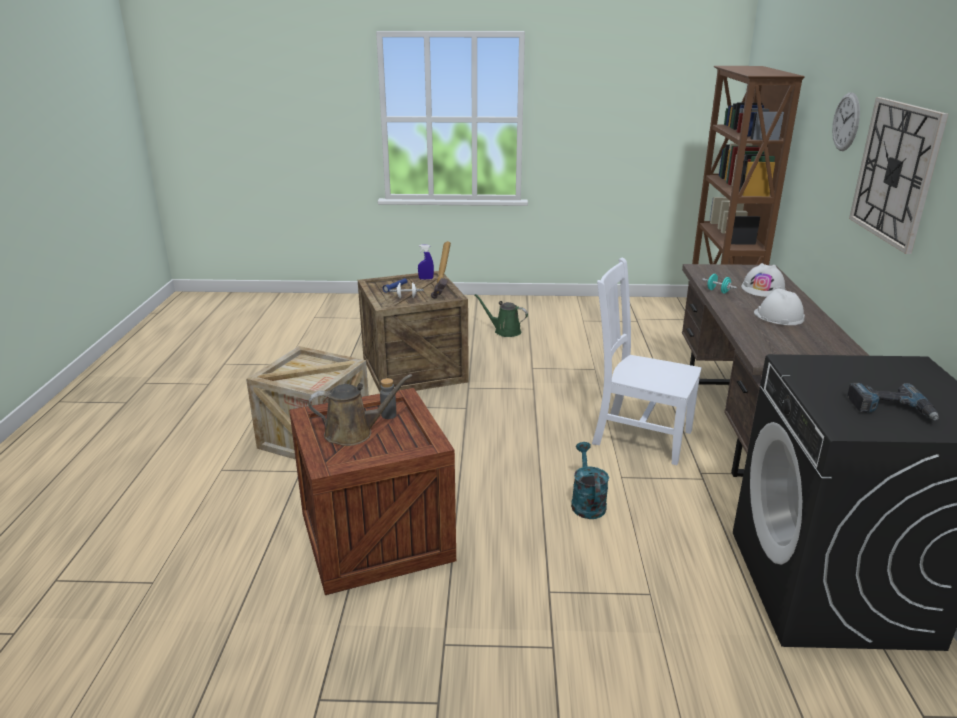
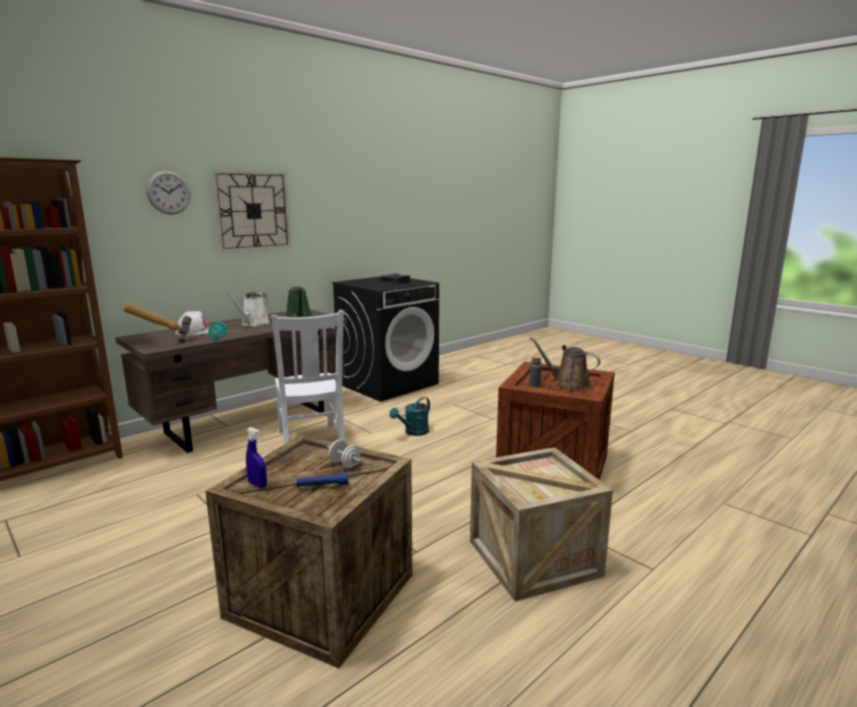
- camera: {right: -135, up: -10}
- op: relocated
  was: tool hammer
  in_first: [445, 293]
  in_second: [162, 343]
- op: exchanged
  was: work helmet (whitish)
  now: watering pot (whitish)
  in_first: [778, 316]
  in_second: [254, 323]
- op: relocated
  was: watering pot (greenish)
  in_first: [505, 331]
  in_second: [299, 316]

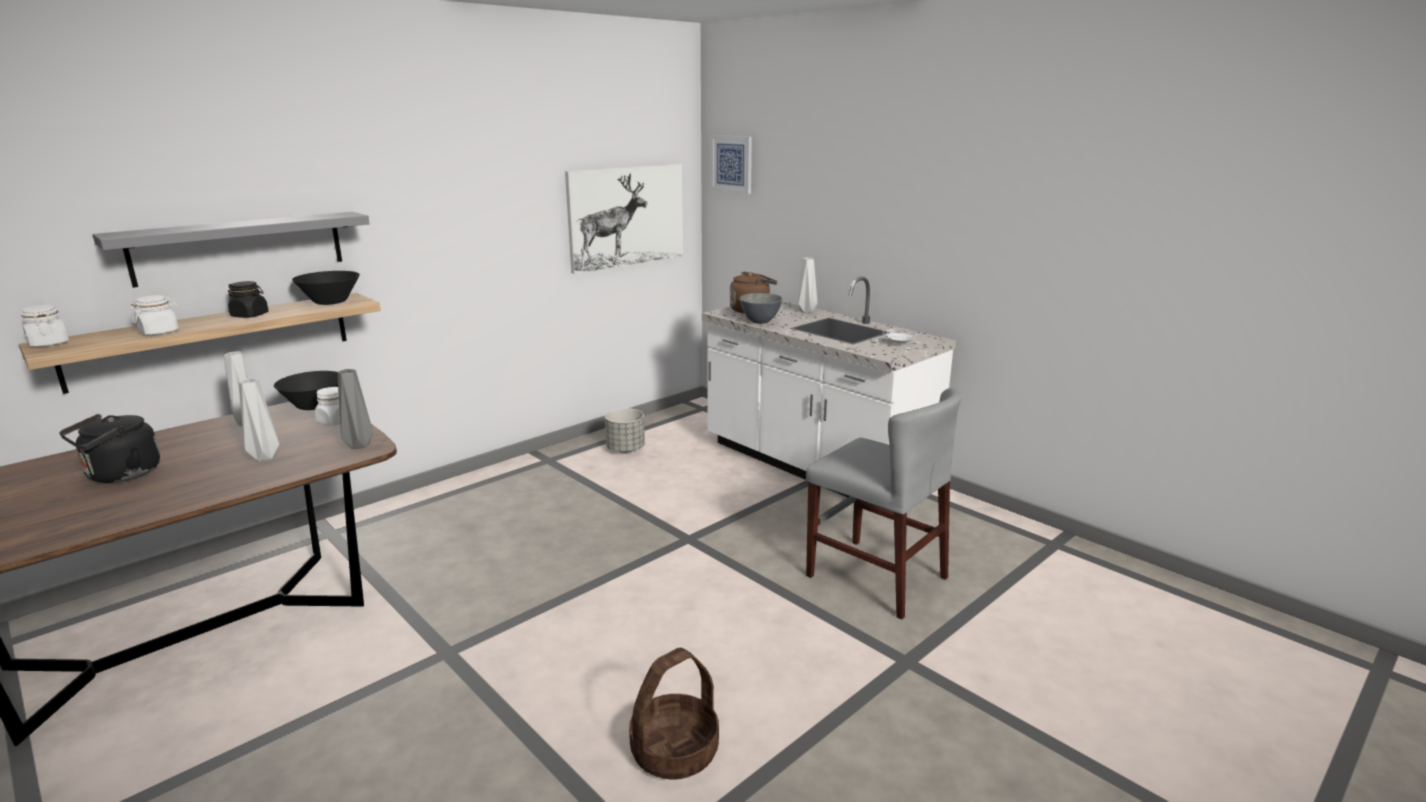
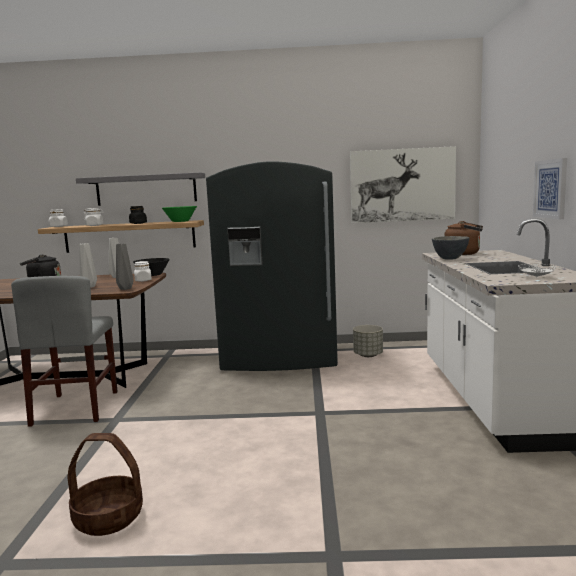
- camera: {right: 45, up: -10}
- op: relocated
  was: wall picture
  in_first: [732, 164]
  in_second: [551, 189]
- op: missing
  was: decorative vase (greyish)
  in_first: [806, 311]
- op: colour
  was: deep dish (black)
  now: deep dish (greenish)
  in_first: [330, 302]
  in_second: [180, 221]
- op: relocated
  was: upright chair (greyish)
  in_first: [876, 577]
  in_second: [76, 407]
- op: appeared
  now: fridge (greyish)
  in_second: [280, 358]

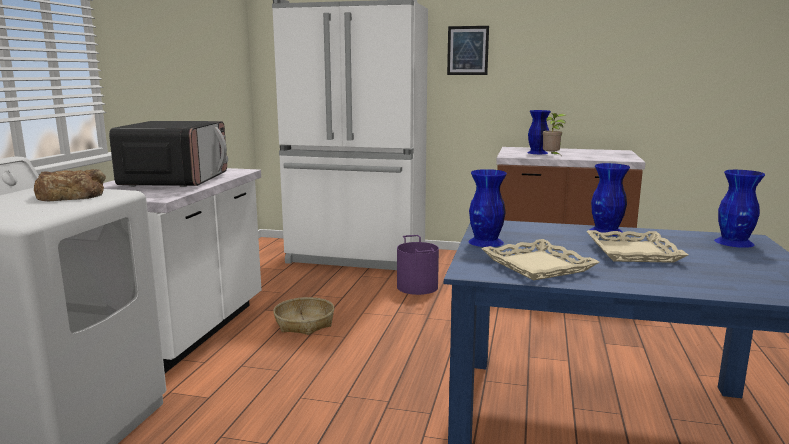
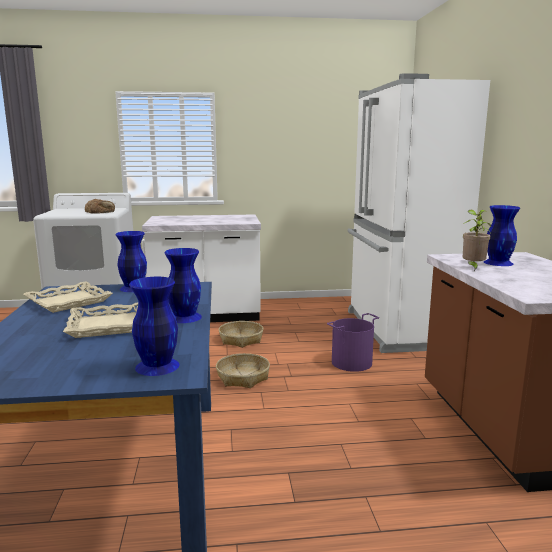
- camera: {right: 70, up: 0}
- op: missing
  was: wall picture
  in_first: [467, 50]
- op: missing
  was: microwave oven
  in_first: [176, 180]
- op: appeared
  now: basket
  in_second: [243, 377]

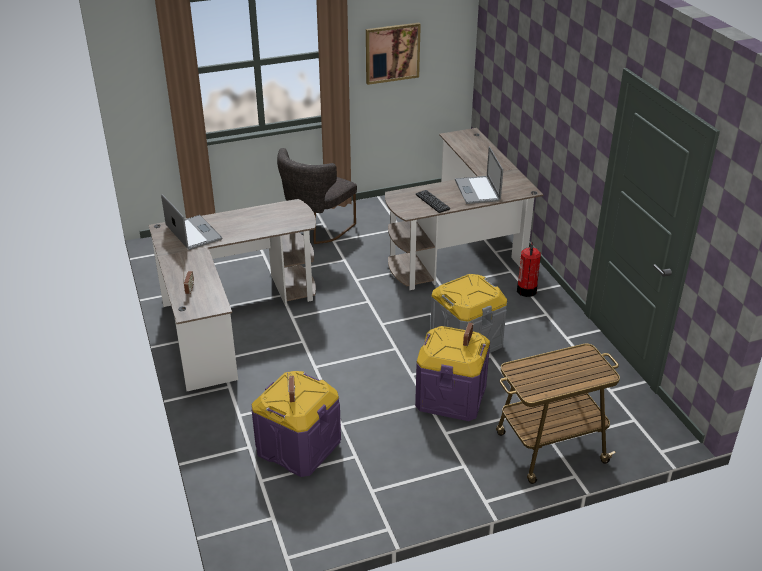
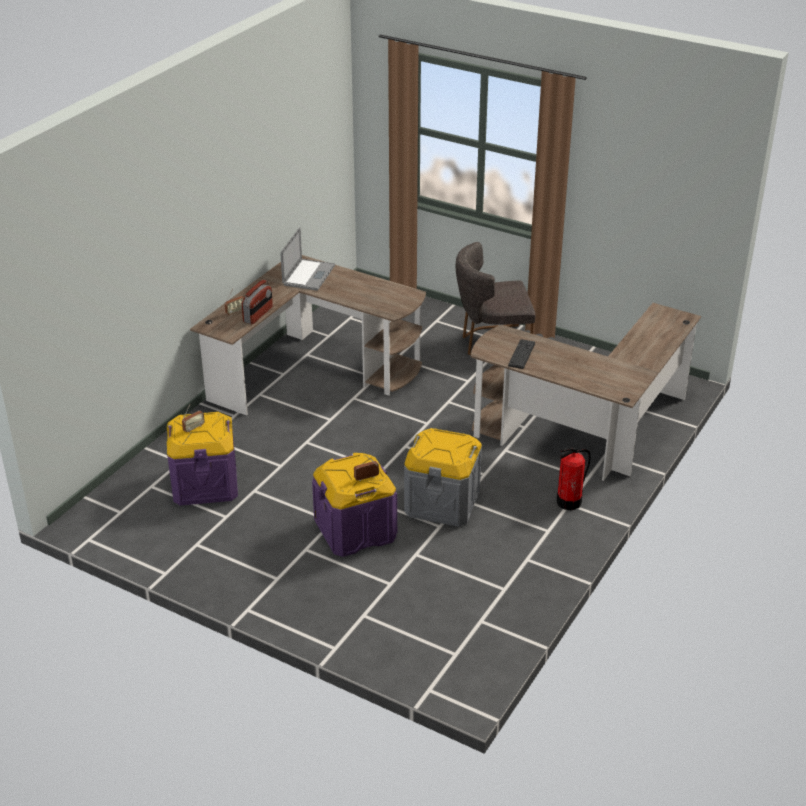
- camera: {right: 50, up: 0}
- op: missing
  was: wall picture
  in_first: [392, 53]
- op: missing
  was: notebook computer
  in_first: [477, 190]
- op: missing
  was: wheeled cart
  in_first: [549, 449]
- op: appeared
  now: radio receiver
  in_second: [258, 315]

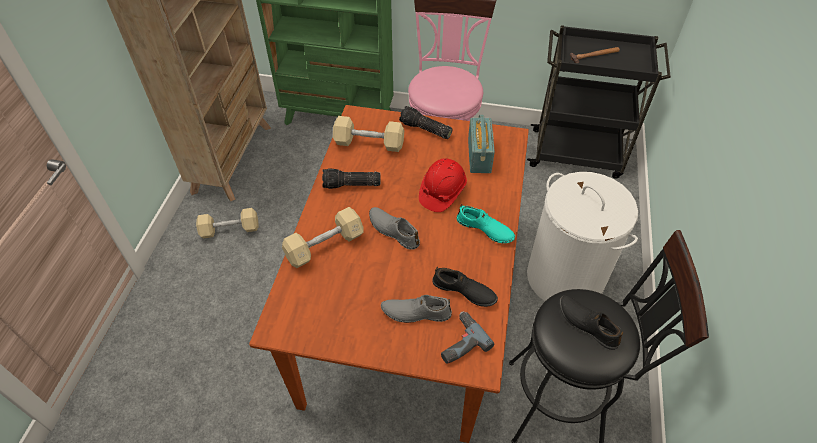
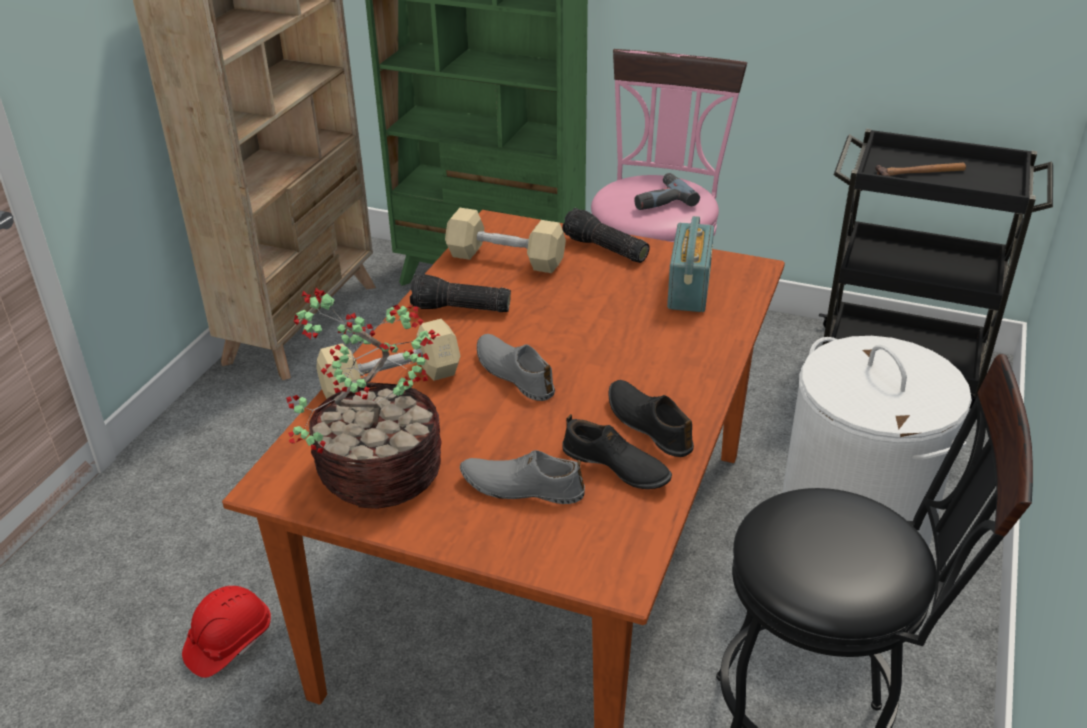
- camera: {right: 10, up: -15}
- op: relocated
  was: work helmet (red)
  in_first: [442, 192]
  in_second: [229, 642]
- op: missing
  was: item of footwear (turquoise)
  in_first: [485, 229]
- op: missing
  was: free weight (beige)
  in_first: [230, 229]
- op: relocated
  was: item of footwear (black)
  in_first: [587, 324]
  in_second: [649, 424]
- op: relocated
  was: power drill
  in_first: [459, 341]
  in_second: [659, 199]
- op: appeared
  now: plant in a pot
  in_second: [376, 473]

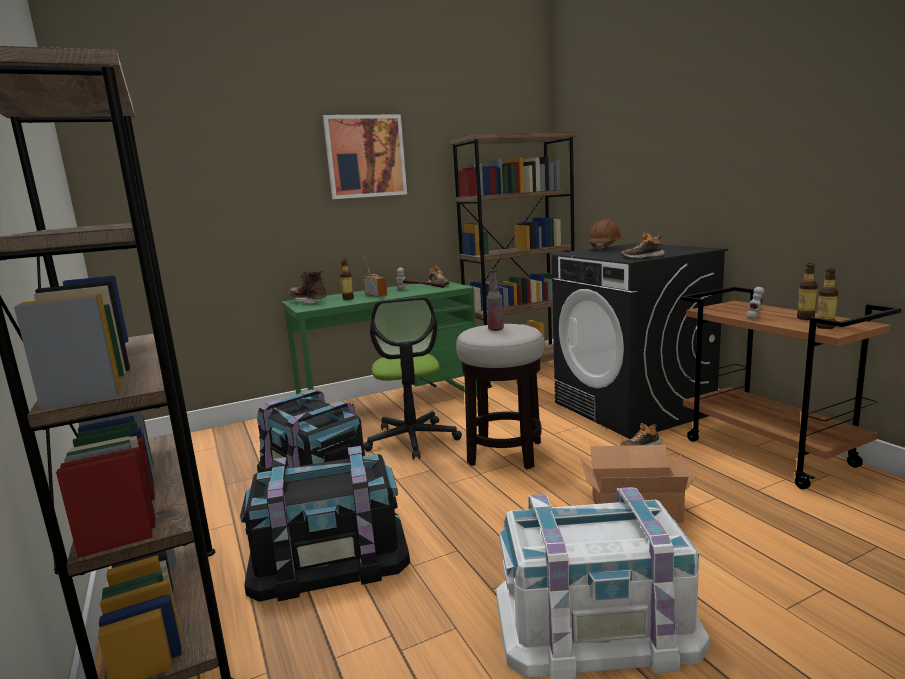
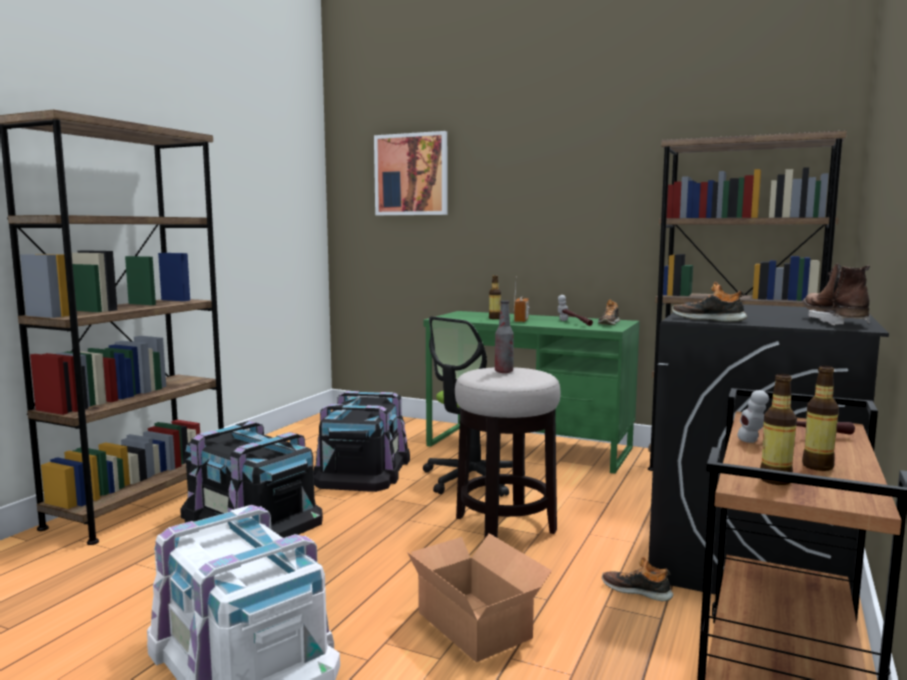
- camera: {right: 50, up: -5}
- op: relocated
  was: wall picture
  in_first: [365, 156]
  in_second: [411, 174]
- op: missing
  was: work helmet (brown)
  in_first: [604, 248]
- op: relocated
  was: boot (brown)
  in_first: [308, 302]
  in_second: [833, 322]

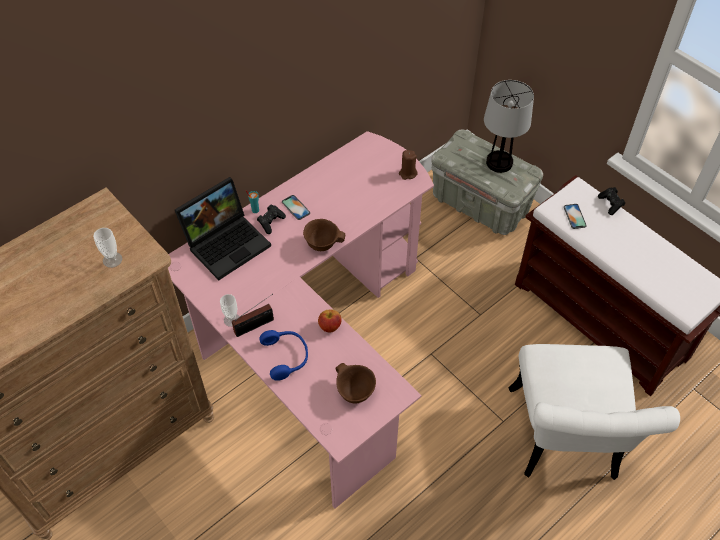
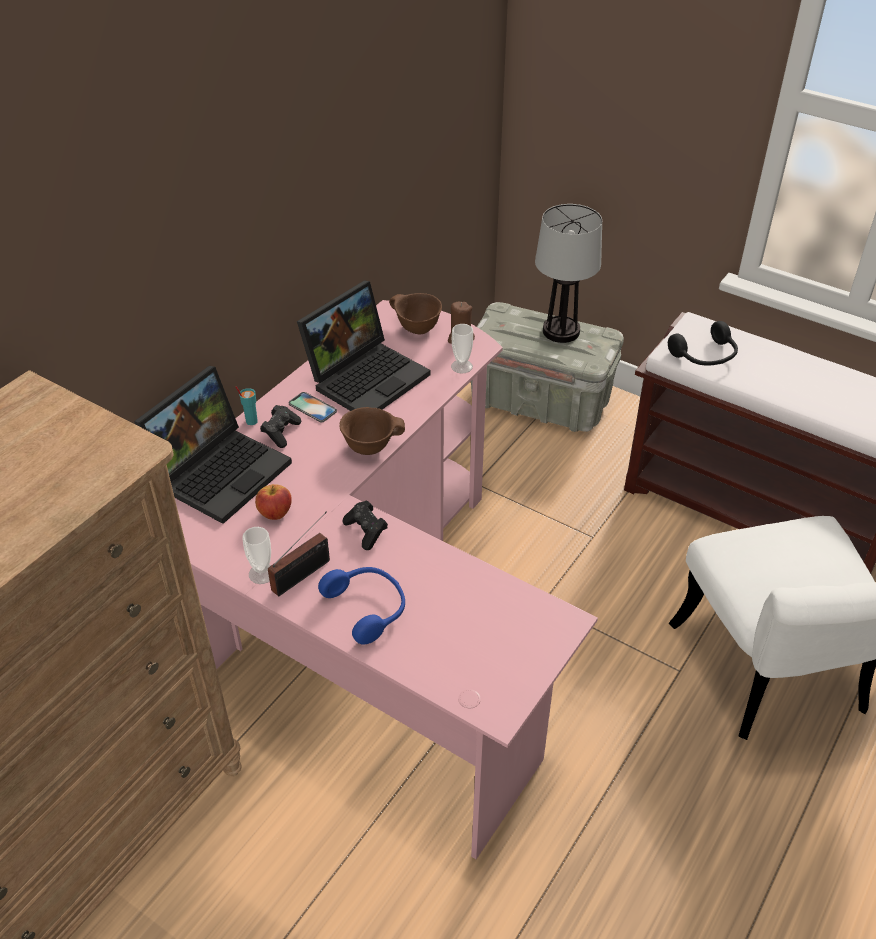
- camera: {right: -15, up: -10}
- op: relocated
  was: gamepad (black)
  in_first: [610, 204]
  in_second: [366, 531]
- op: exchanged
  was: phone
  now: headphones (black)
  in_first: [574, 216]
  in_second: [705, 356]
- op: relocated
  was: drinking cup
  in_first: [112, 260]
  in_second: [461, 366]
- op: relocated
  was: apple fruit
  in_first: [330, 327]
  in_second: [275, 513]
- op: relocated
  was: deep dish (brown)
  in_first: [354, 392]
  in_second: [416, 328]
- op: appeared
  now: notebook computer
  in_second: [367, 376]

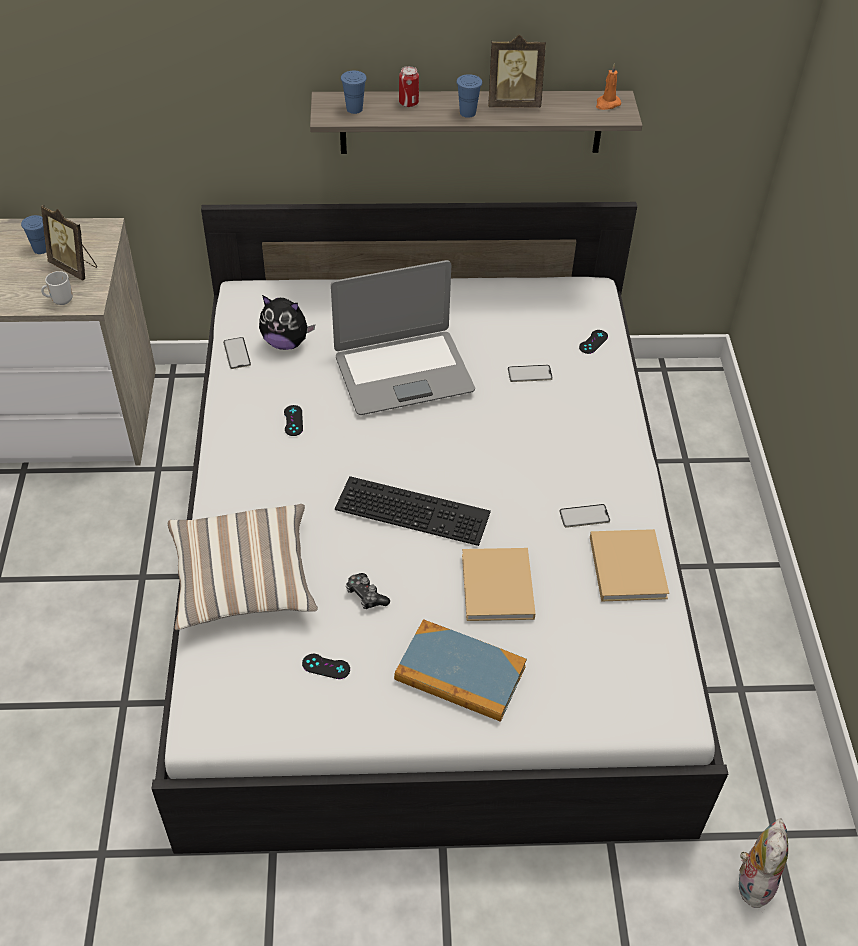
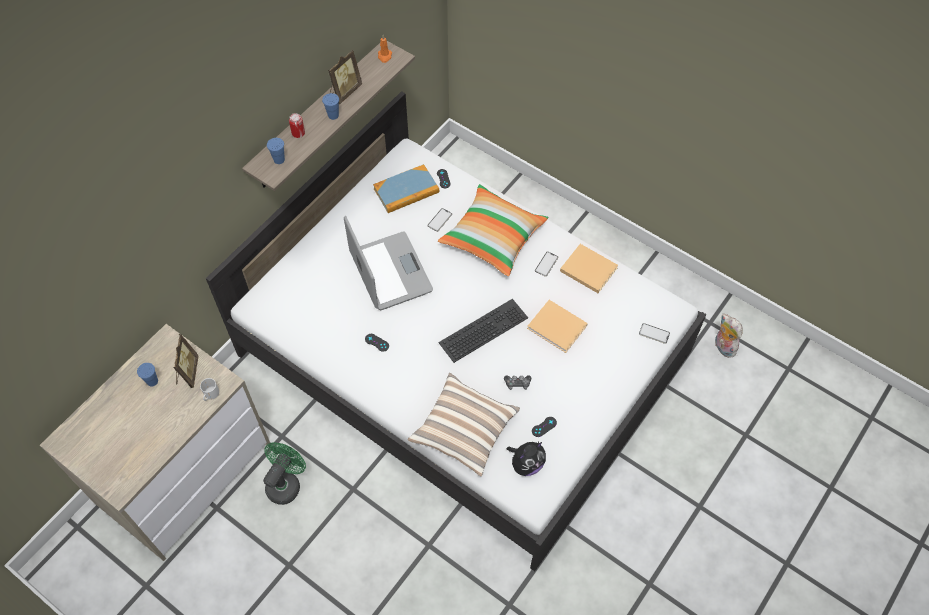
- camera: {right: -50, up: 10}
- op: spun
  was: standing frame
  in_first: [75, 267]
  in_second: [187, 372]
  clockwise: -75
- op: spun
  was: notebook computer
  in_first: [403, 373]
  in_second: [390, 272]
  clockwise: -45
- op: relocated
  was: cuddly toy
  in_first: [286, 342]
  in_second: [526, 464]
- op: relocated
  was: phone
  in_first: [237, 353]
  in_second: [654, 333]
- op: relocated
  was: bound book
  in_first: [460, 674]
  in_second: [406, 191]
- op: appeared
  now: throw pillow
  in_second: [493, 237]
- op: appeared
  now: cooling fan (greenish)
  in_second: [286, 483]

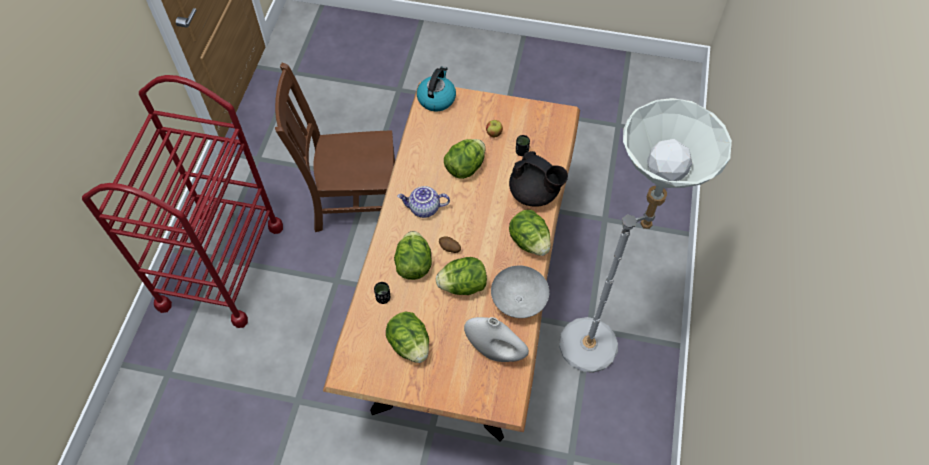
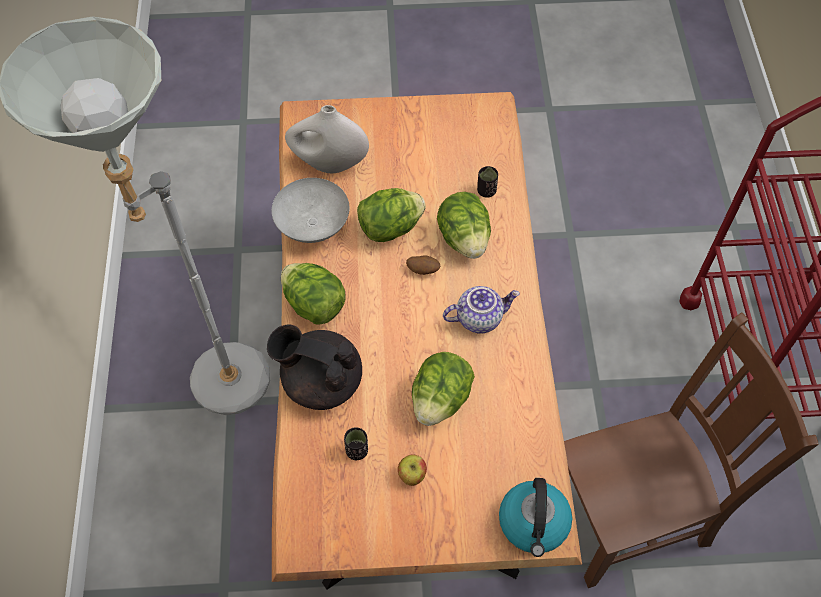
- camera: {right: 165, up: 0}
- op: missing
  was: lettuce
  in_first: [409, 344]

